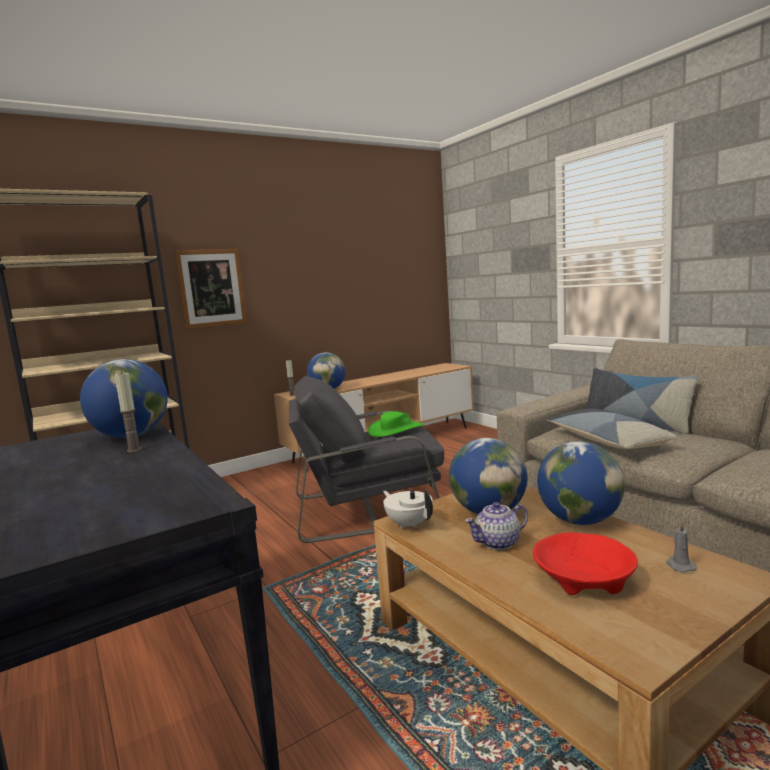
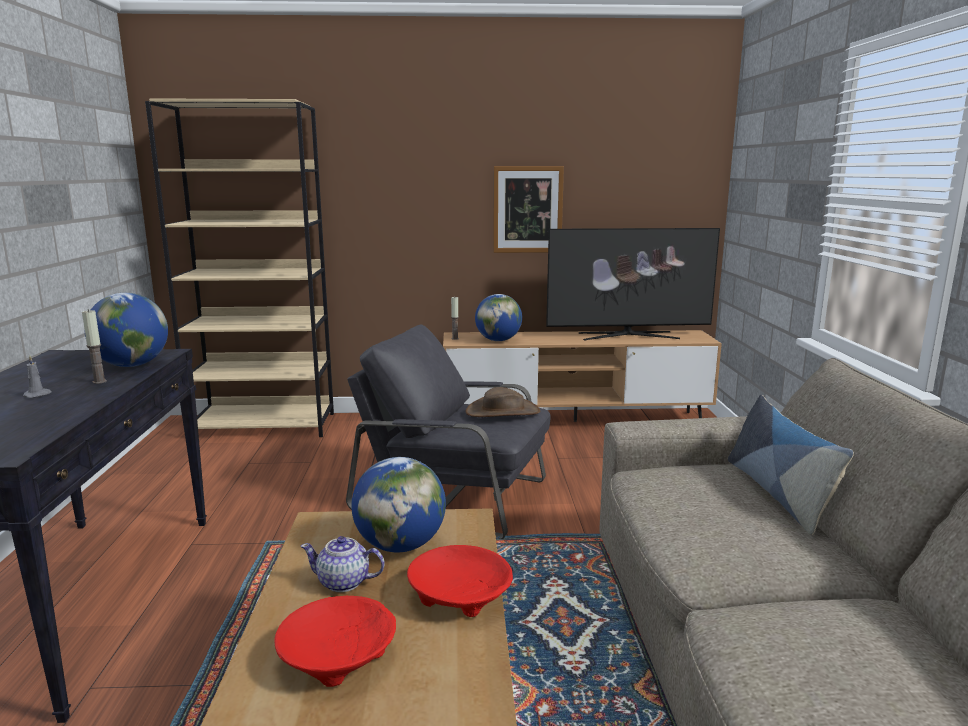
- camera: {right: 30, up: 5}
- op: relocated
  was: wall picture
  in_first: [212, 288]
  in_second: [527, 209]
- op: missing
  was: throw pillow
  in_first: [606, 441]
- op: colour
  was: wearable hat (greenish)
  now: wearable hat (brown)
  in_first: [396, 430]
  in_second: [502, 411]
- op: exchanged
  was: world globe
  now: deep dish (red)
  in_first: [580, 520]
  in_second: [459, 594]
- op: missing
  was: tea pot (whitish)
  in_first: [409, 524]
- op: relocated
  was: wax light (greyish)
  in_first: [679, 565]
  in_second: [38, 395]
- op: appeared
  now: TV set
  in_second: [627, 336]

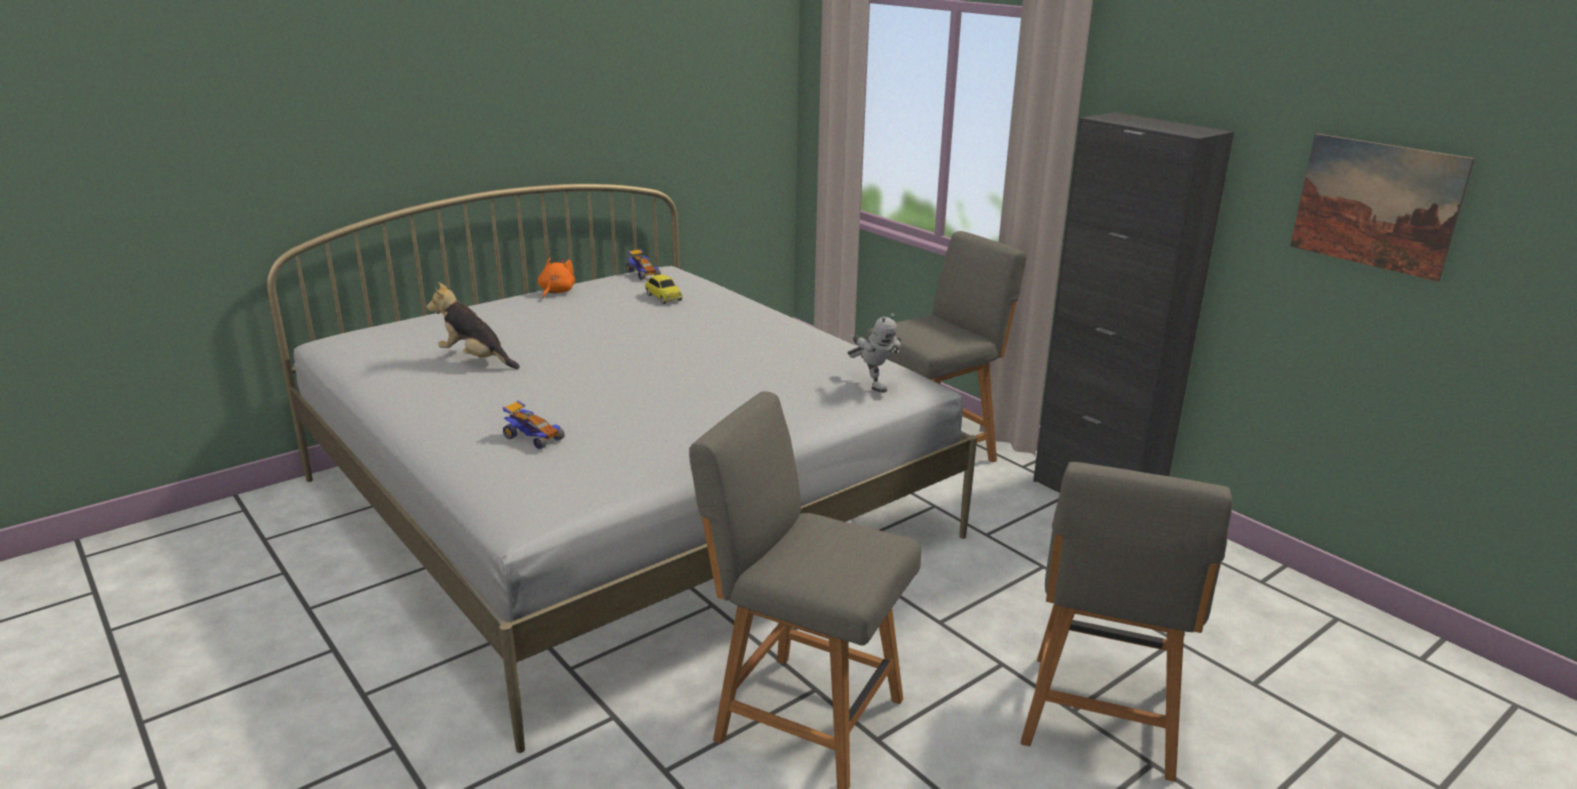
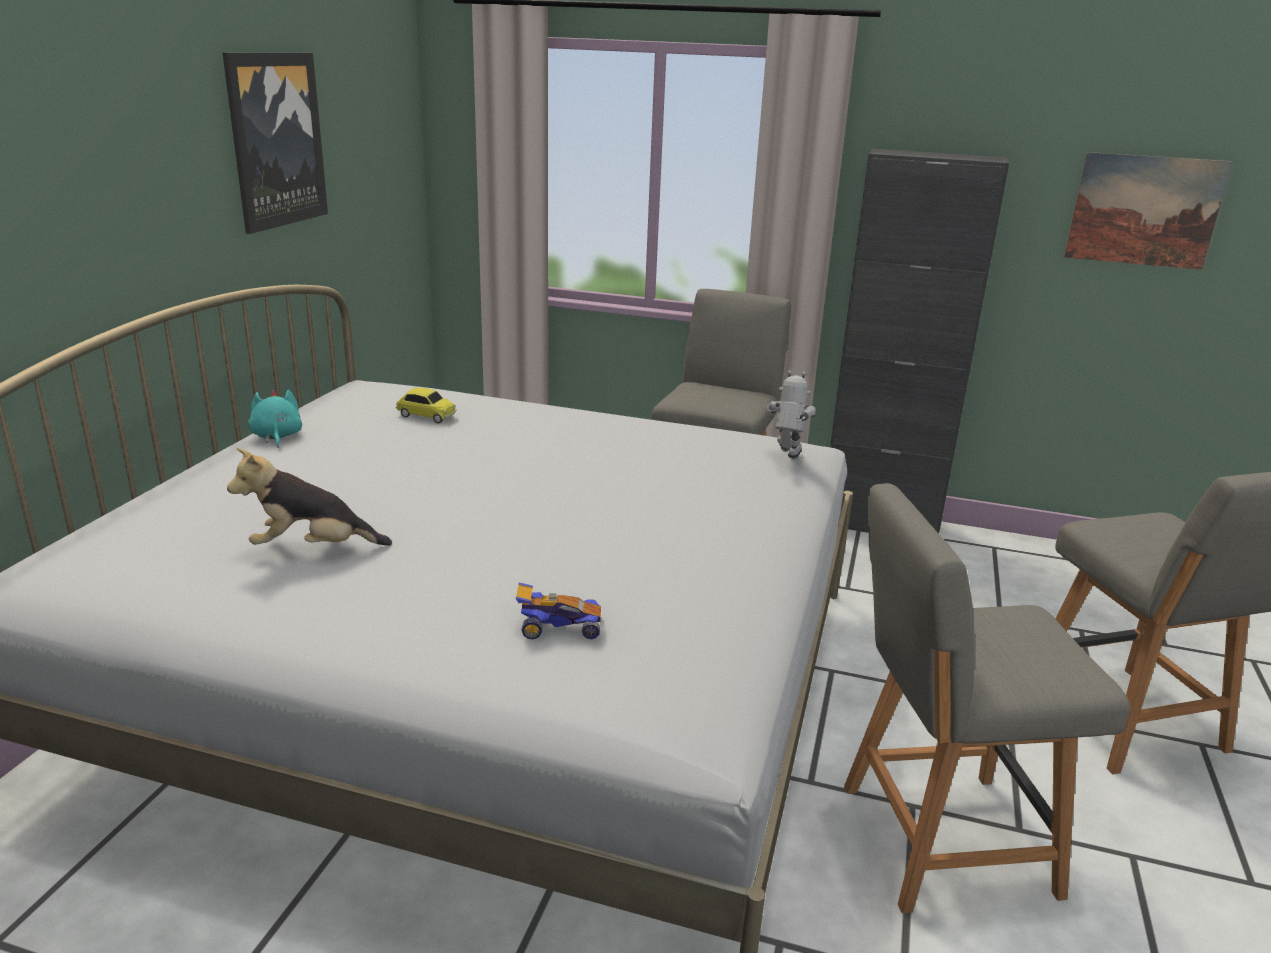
- camera: {right: -35, up: 0}
- op: missing
  was: toy car
  in_first: [642, 274]
- op: colour
  was: cuddly toy (orangey)
  now: cuddly toy (turquoise)
  in_first: [556, 292]
  in_second: [276, 436]
- op: spun
  was: toy robot
  in_first: [872, 385]
  in_second: [786, 460]
  clockwise: -90
- op: appeared
  now: wall picture
  in_second: [276, 140]

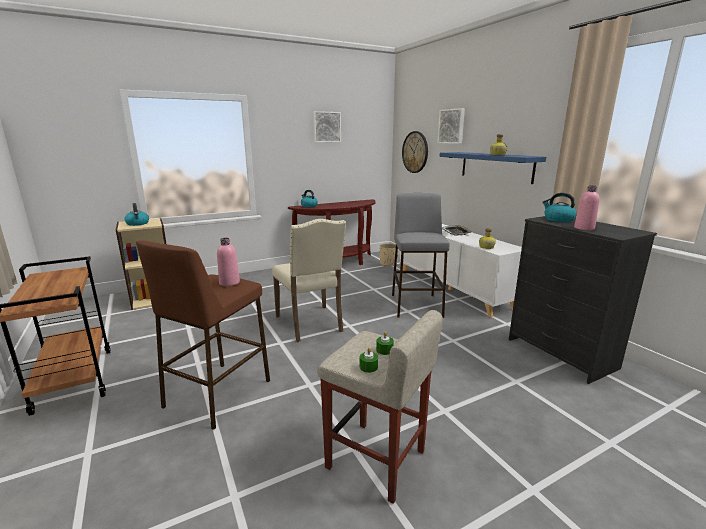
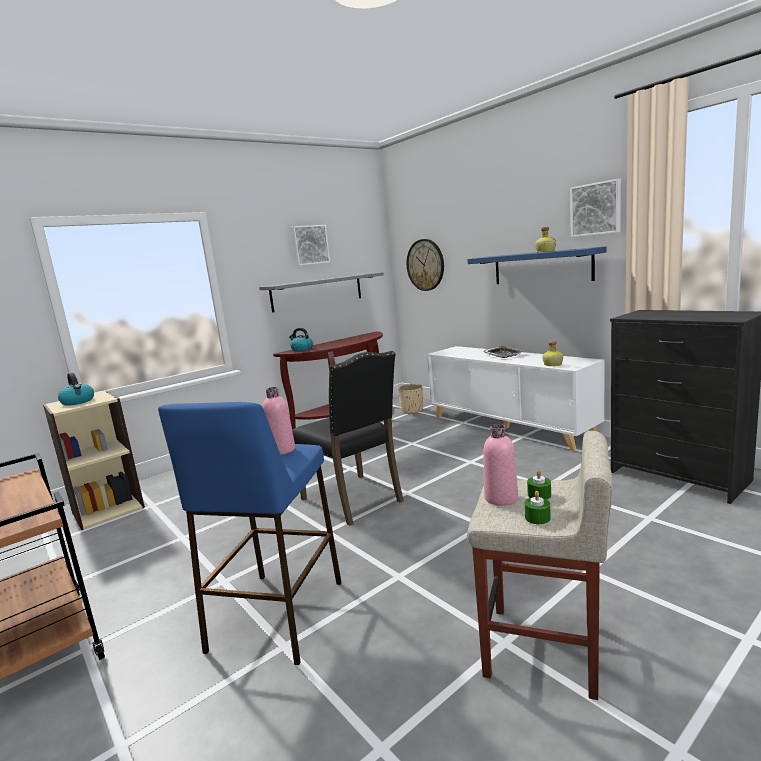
- camera: {right: -10, up: -5}
- op: relocated
  was: wall picture
  in_first: [452, 126]
  in_second: [596, 209]
- op: relocated
  was: bottle (pinkish)
  in_first: [584, 228]
  in_second: [501, 498]
- op: missing
  was: stool seat (greyish)
  in_first: [416, 305]
- op: missing
  was: water kettle
  in_first: [558, 219]
- op: colour
  was: upright chair (beige)
  now: upright chair (black)
  in_first: [310, 324]
  in_second: [355, 500]
- op: colour
  was: stool seat (brown)
  now: stool seat (blue)
  in_first: [217, 394]
  in_second: [277, 616]
- op: appeared
  now: bracket shelf (greyish)
  in_second: [317, 292]

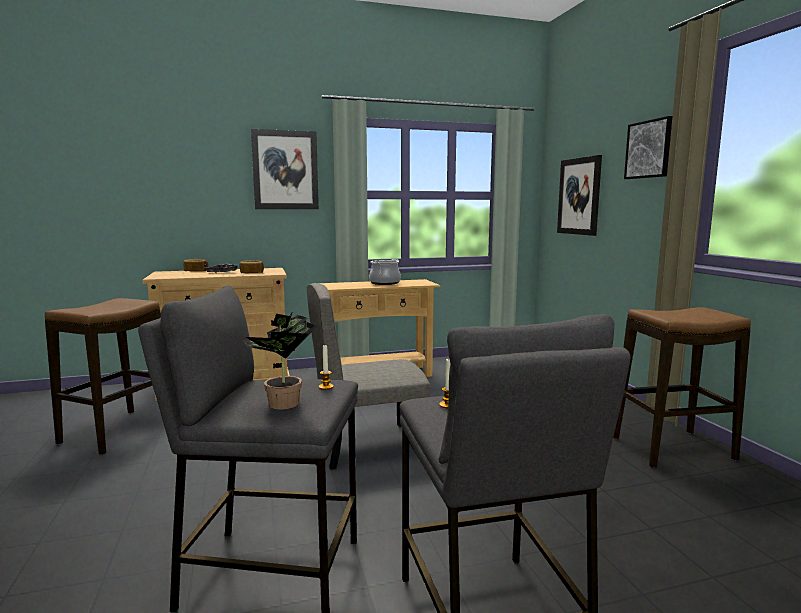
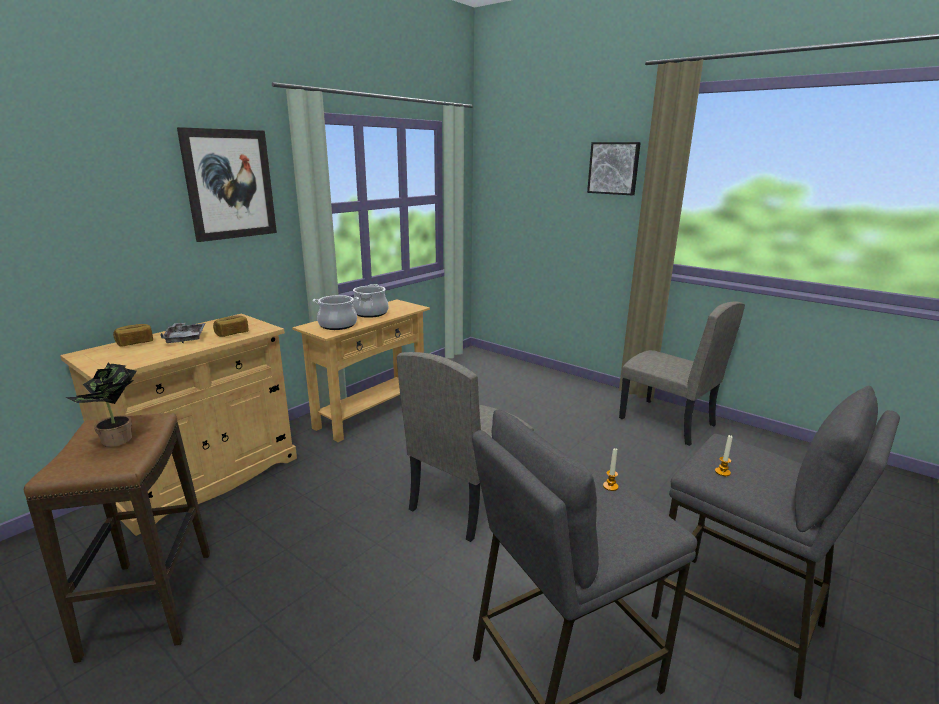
- camera: {right: -35, up: 10}
- op: missing
  was: wall picture
  in_first: [579, 196]
- op: exchanged
  was: stool seat
  now: upright chair (beige)
  in_first: [672, 449]
  in_second: [666, 422]
- op: relocated
  was: plant in a pot
  in_first: [283, 405]
  in_second: [118, 441]
- op: appeared
  now: saucepot
  in_second: [338, 325]

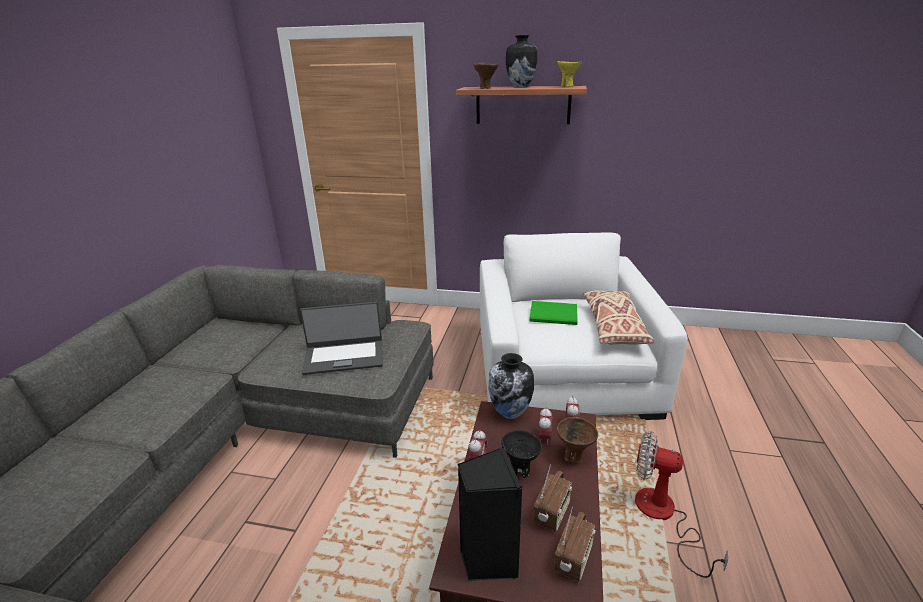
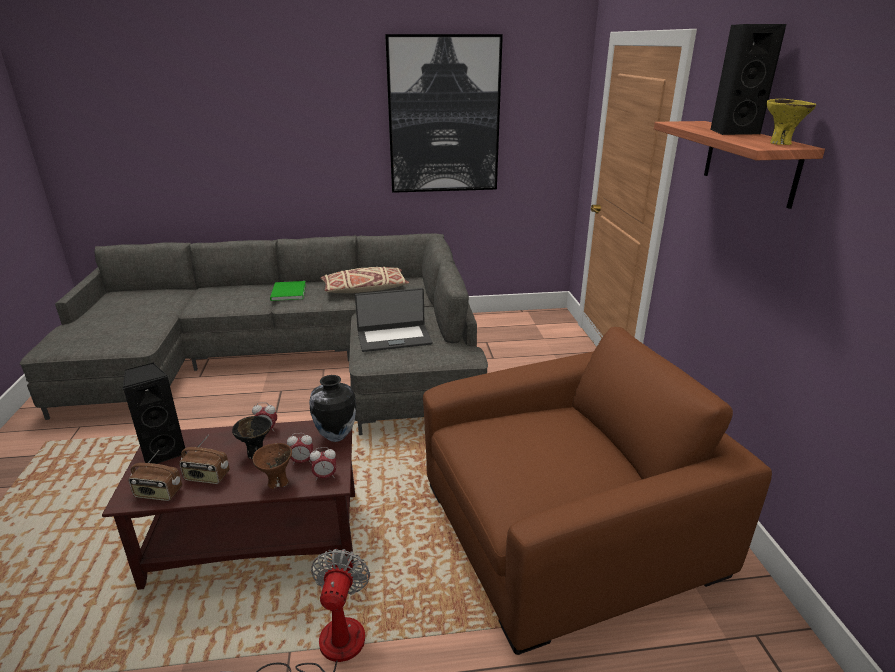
- camera: {right: 70, up: 0}
- op: exchanged
  was: decorative vase
  now: audio speaker (black)
  in_first: [520, 87]
  in_second: [732, 132]
- op: missing
  was: deep dish (brown)
  in_first: [485, 88]
- op: colour
  was: armchair (whitish)
  now: armchair (brown)
  in_first: [563, 371]
  in_second: [565, 527]
- op: relocated
  was: throw pillow (beige)
  in_first: [614, 327]
  in_second: [364, 289]
- op: relocated
  was: bound book (greenish)
  in_first: [555, 315]
  in_second: [287, 293]
- op: spun
  was: notebook computer
  in_first: [344, 357]
  in_second: [394, 338]
  clockwise: -75
- op: appeared
  now: wall picture
  in_second: [444, 116]

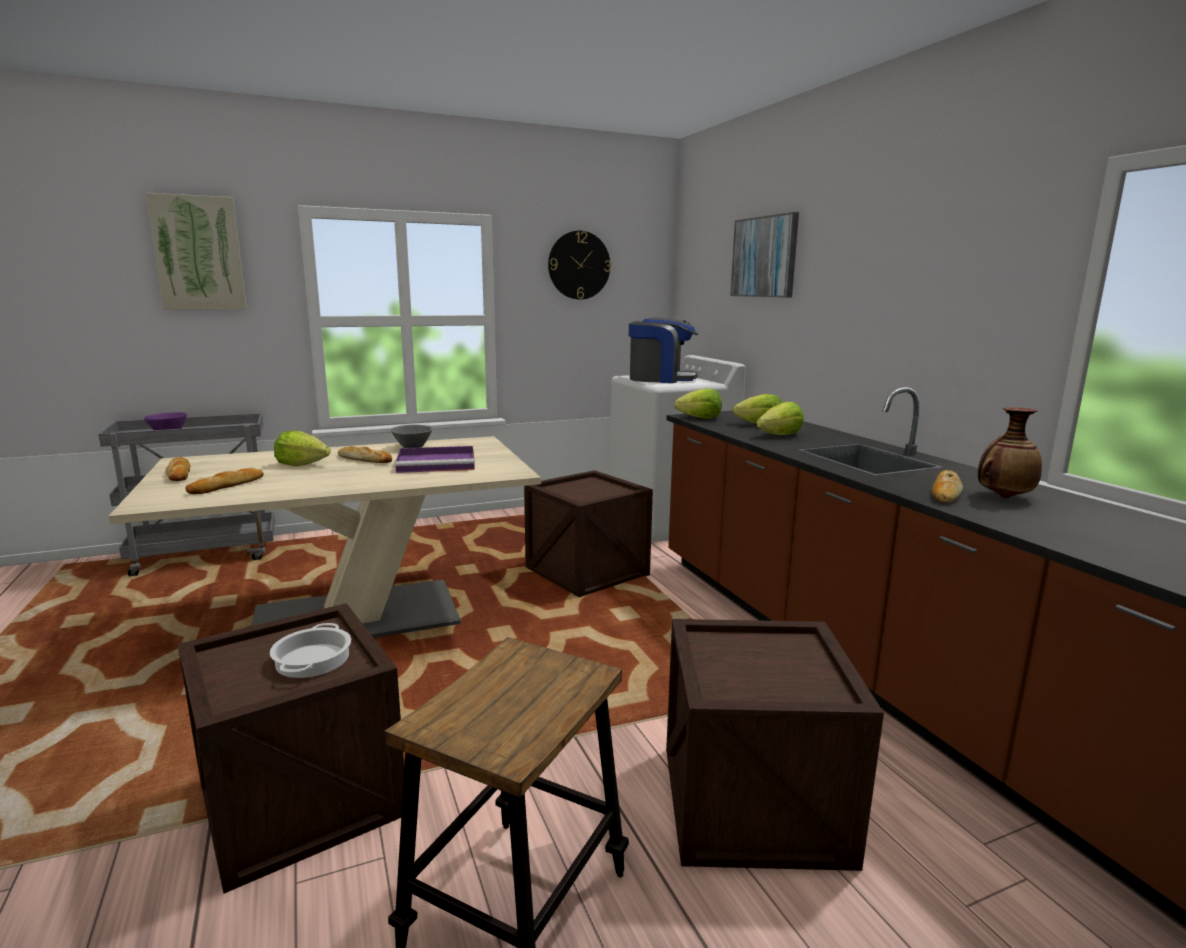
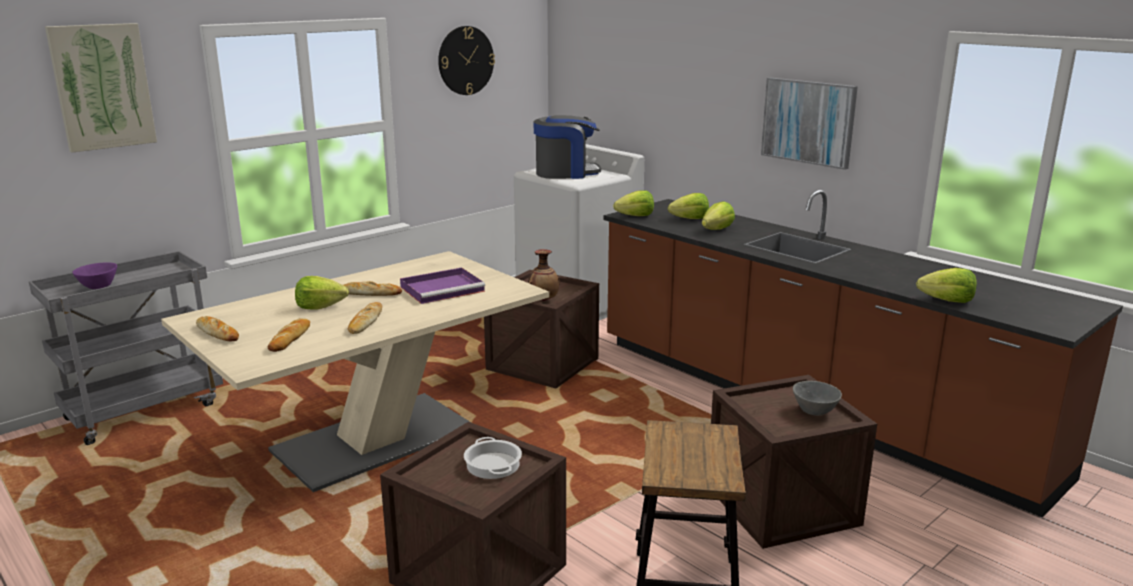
- camera: {right: -20, up: 5}
- op: relocated
  was: wall picture
  in_first: [764, 257]
  in_second: [808, 122]
- op: relocated
  was: decorative vase
  in_first: [1004, 497]
  in_second: [543, 300]
- op: relocated
  was: deep dish (greyish)
  in_first: [411, 447]
  in_second: [814, 411]
- op: relocated
  was: bread
  in_first: [945, 492]
  in_second: [365, 322]
- op: appeared
  now: lettuce
  in_second: [947, 301]

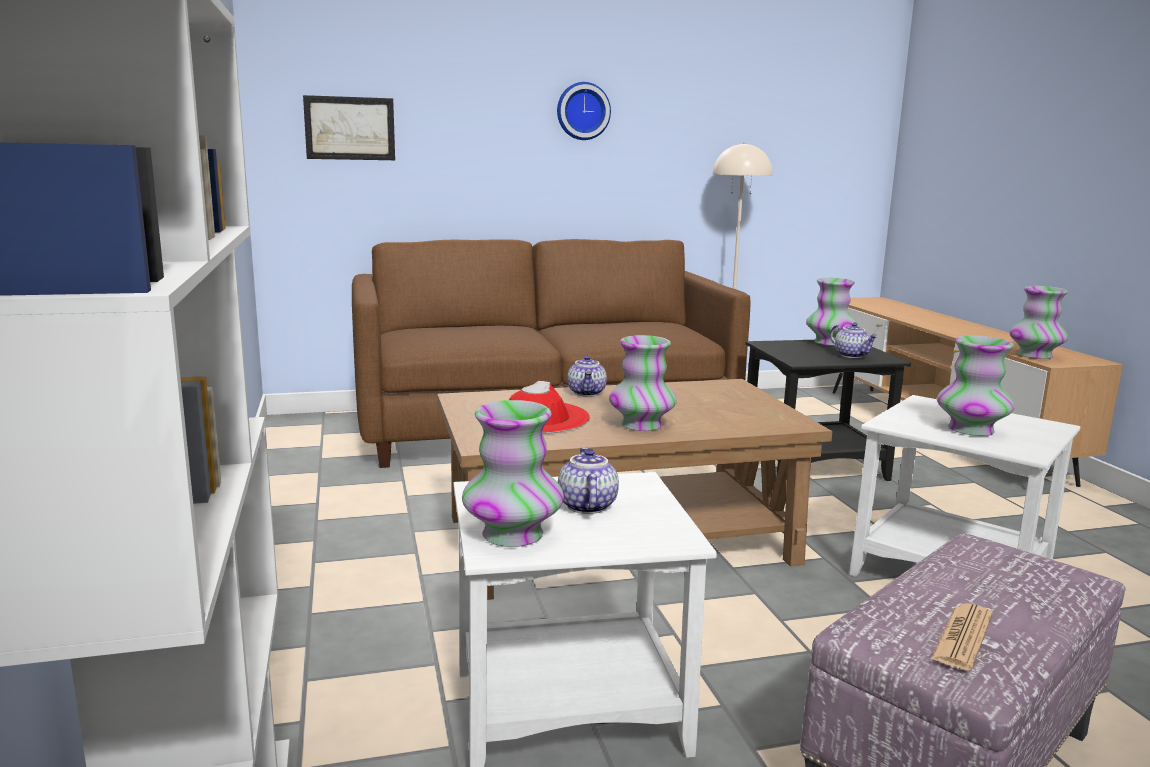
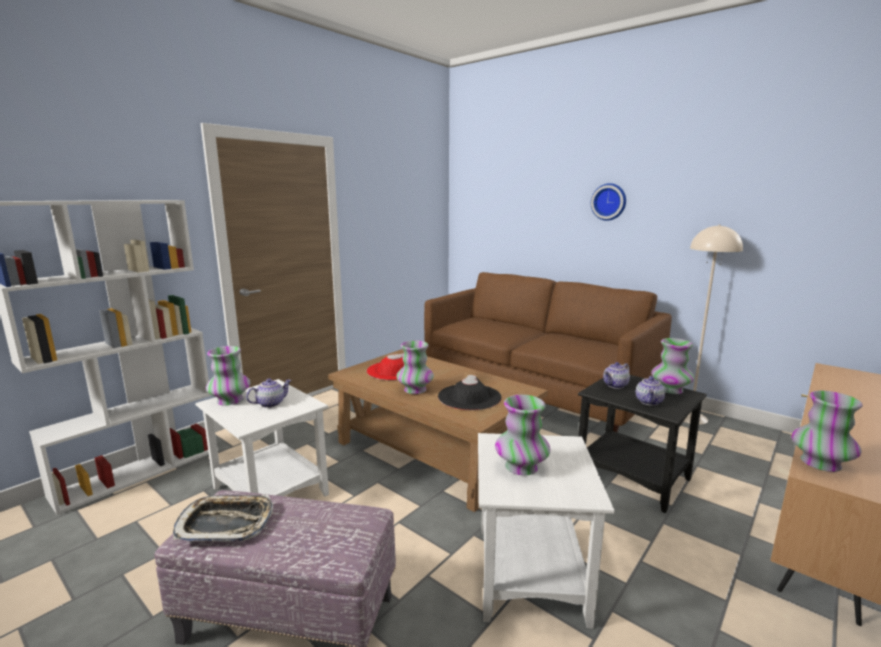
- camera: {right: 55, up: 0}
- op: missing
  was: wall picture
  in_first: [350, 128]
- op: relocated
  was: tea pot
  in_first: [587, 393]
  in_second: [615, 385]
- op: exchanged
  was: daily paper
  now: serving tray
  in_first: [962, 637]
  in_second: [226, 523]
- op: appeared
  now: wearable hat (black)
  in_second: [469, 397]

